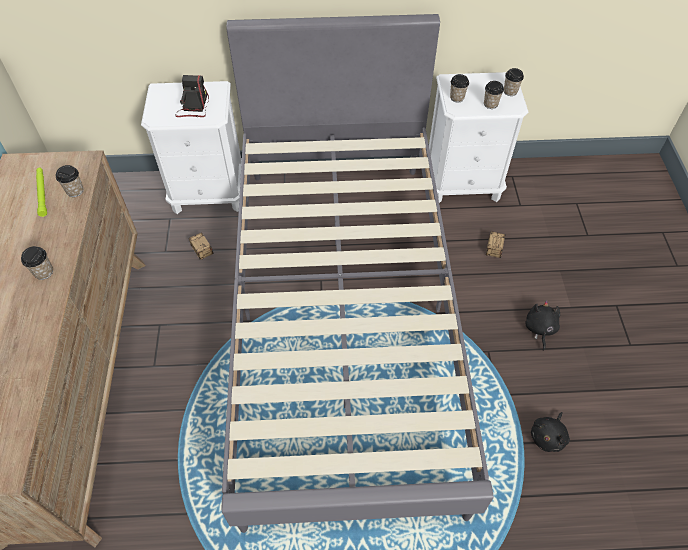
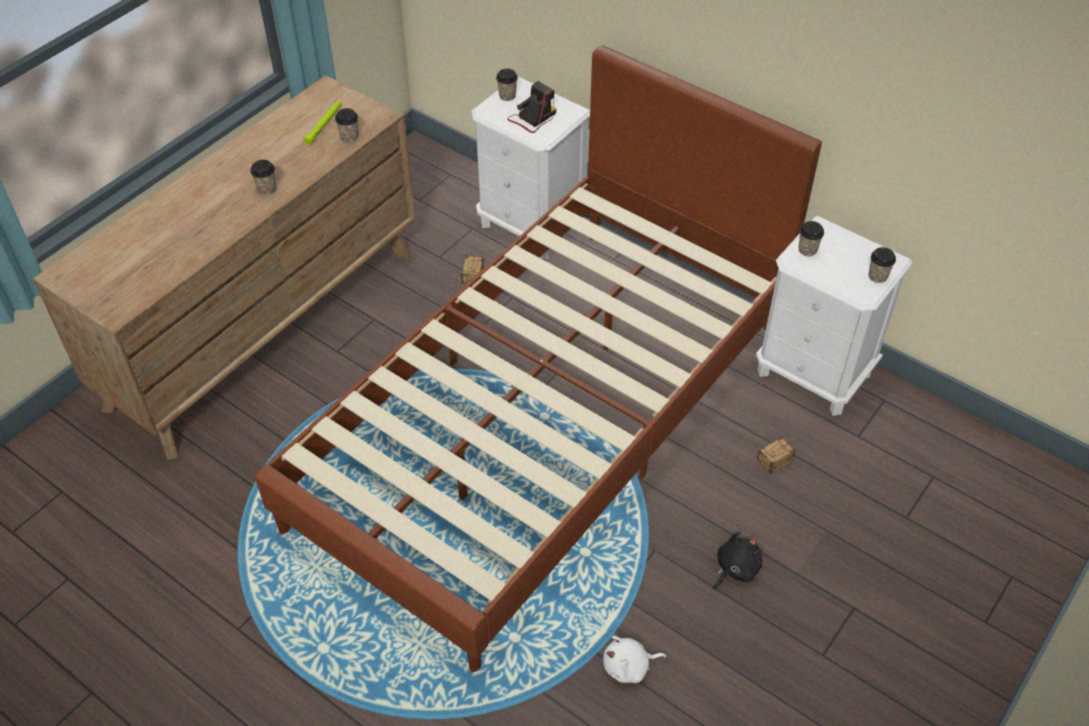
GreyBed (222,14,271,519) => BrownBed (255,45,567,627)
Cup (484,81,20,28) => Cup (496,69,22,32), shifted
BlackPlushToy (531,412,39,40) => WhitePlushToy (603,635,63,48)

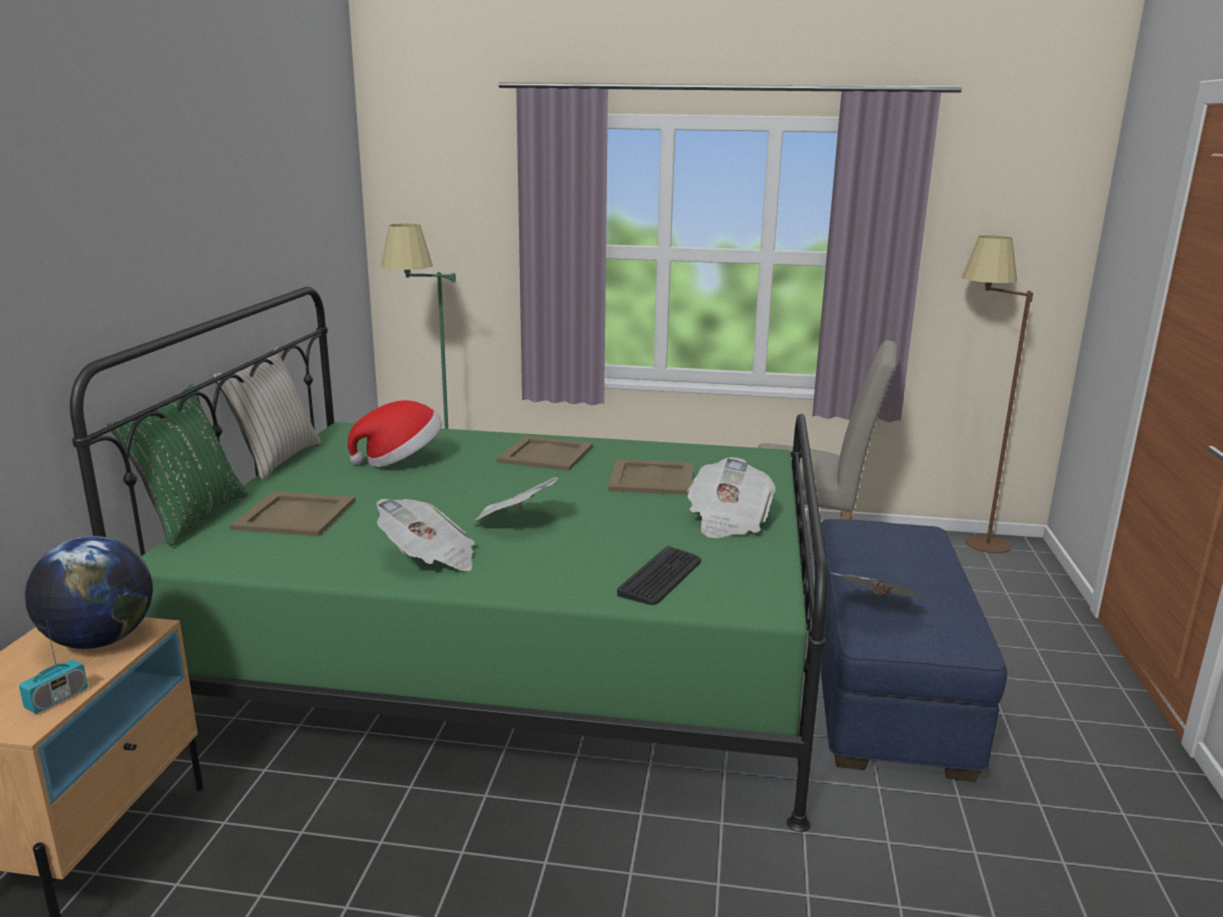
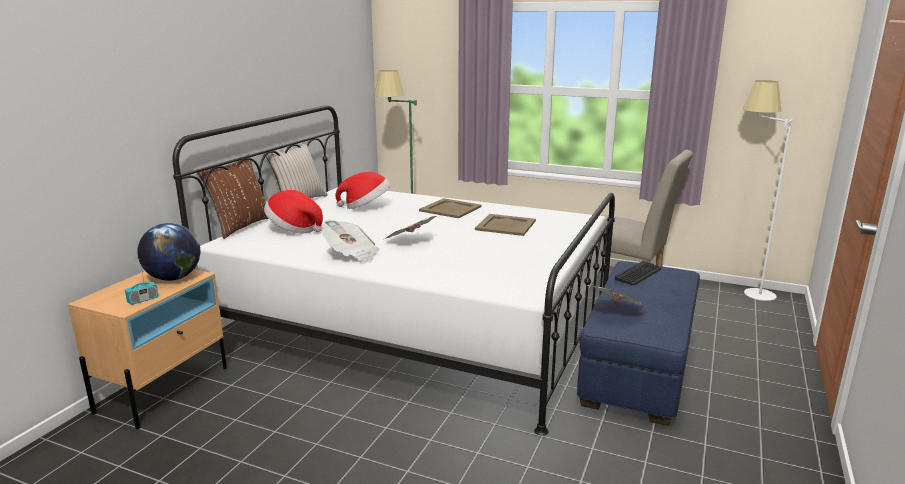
GreenBed (70,287,758,545) => WhiteBed (172,105,443,331)
GreenPillow (107,384,141,163) => BrownPillow (197,154,71,85)
BeigeTray (230,491,125,45) => Hat (264,190,59,44)
Keyboard (617,546,84,59) => Keyboard (615,261,46,24), shifted
Newspaper (686,457,90,81) => nothing
BrownFloorLamp (962,236,71,317) => WhiteFloorLamp (743,80,50,221)

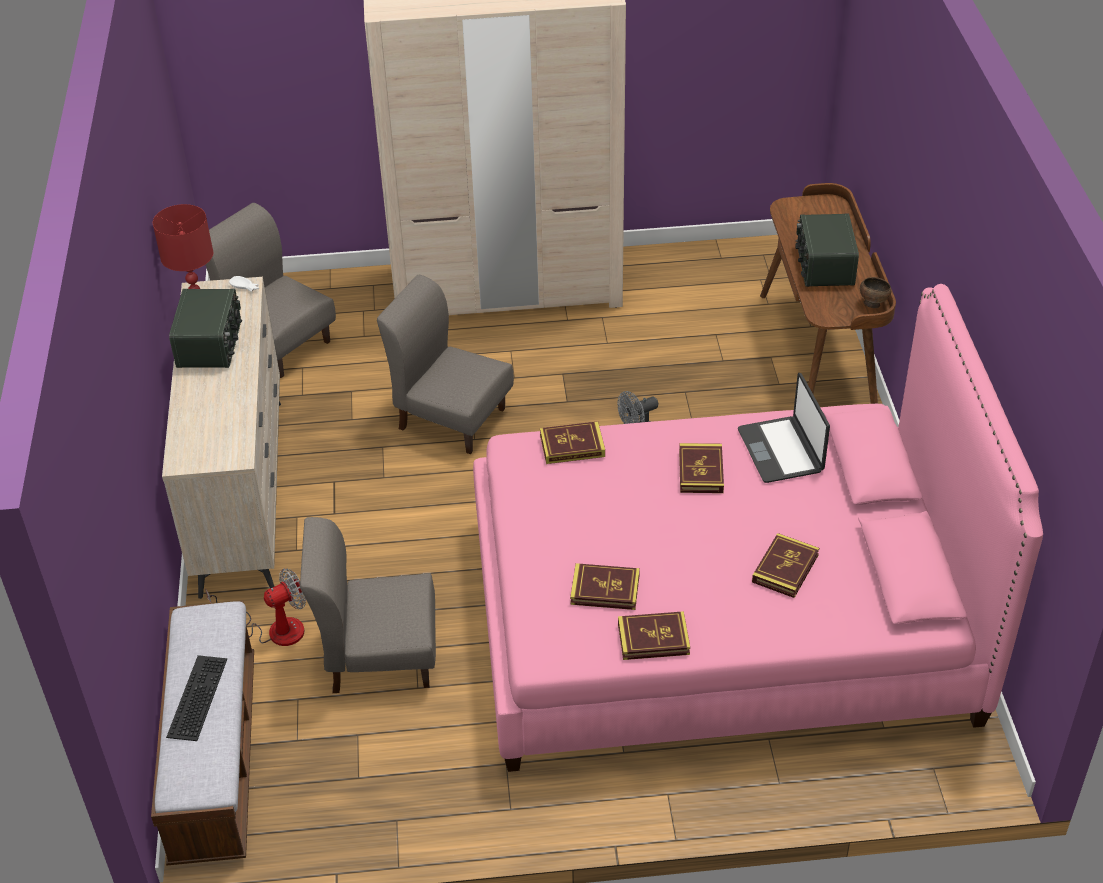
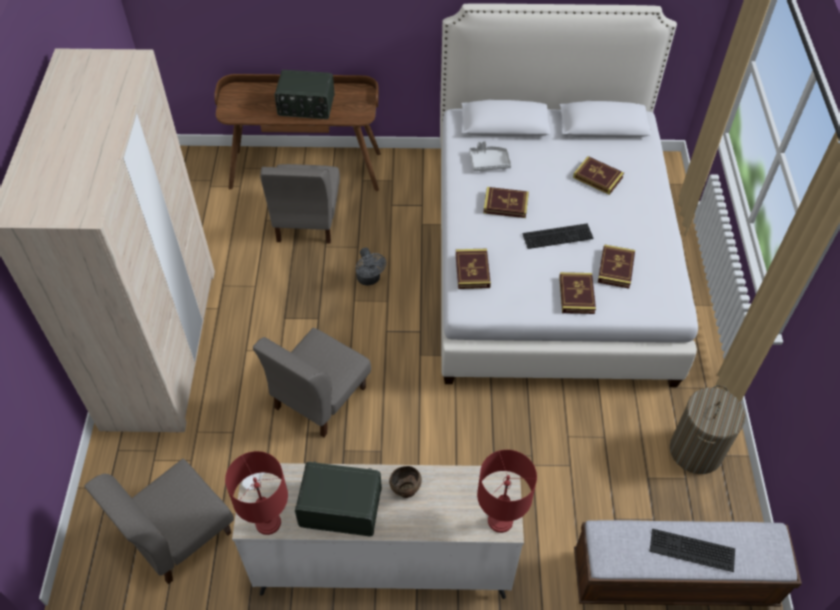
Fan (205,568,101,78) => nothing
GreyChair (300,517,136,176) => GreyChair (260,164,80,80), shifted
PinkBed (473,284,570,488) => WhiteBed (440,3,258,384)
Book (618,611,72,49) => Book (559,272,37,42), shifted
Laptop (738,373,92,110) => GreyTray (469,141,42,30)
BrownBowl (860,277,32,31) => BrownBowl (389,466,33,32), shifted
nothing => RedTableLamp (477,450,60,83)
nothing => Keyboard (522,223,72,26)
nothing => LaundryBasket (670,385,76,89)

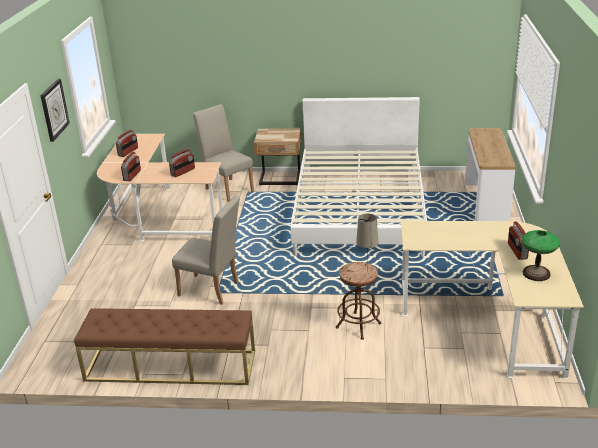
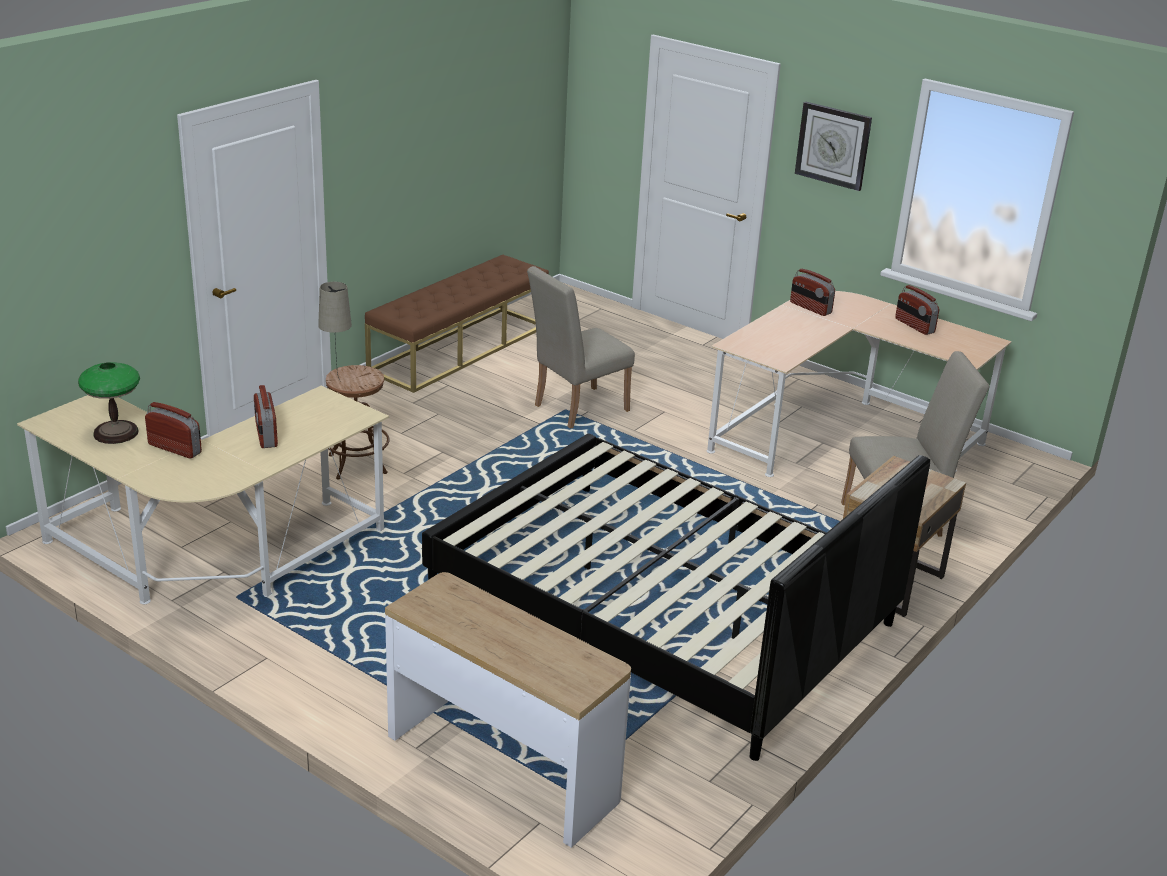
Radio (169,149,26,28) => Radio (254,385,24,63), shifted
WhiteBed (290,97,137,160) => BlackBed (422,434,508,327)

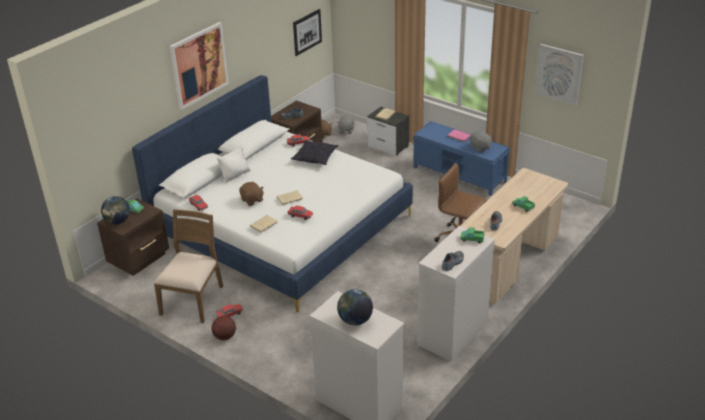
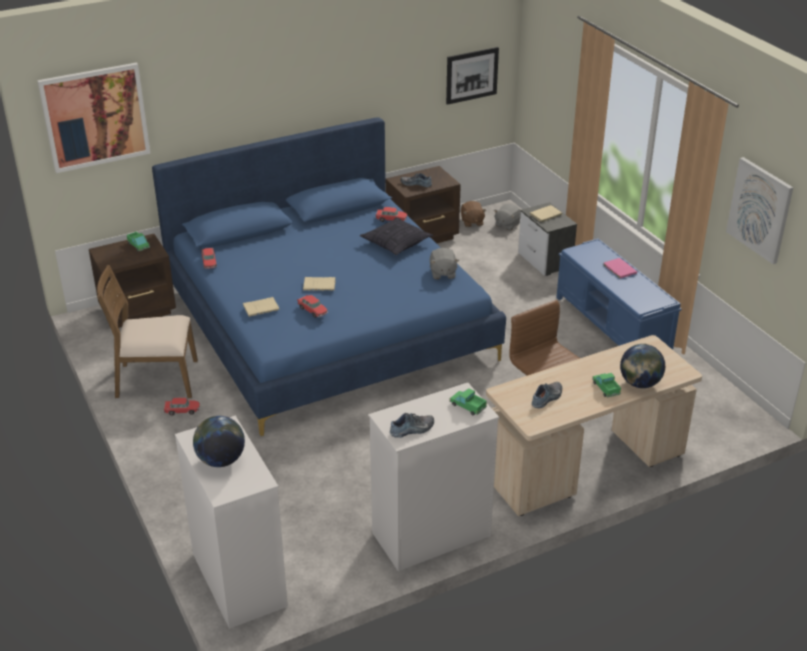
Globe (101,196,29,28) => Globe (620,344,45,44), shifted
WhiteBed (132,75,281,237) => BlueBed (152,117,354,319)
BrownChair (154,209,69,114) => BrownChair (97,265,101,133), 135 degrees counterclockwise
Picture (170,22,59,88) => Picture (37,63,113,110), shifted
Basketball (212,316,24,24) => nothing
WhitePillow (217,145,33,38) => nothing
BrownPlushToy (239,182,25,24) => nothing
GreyPlushToy (470,131,23,21) => GreyPlushToy (430,248,29,31), shifted

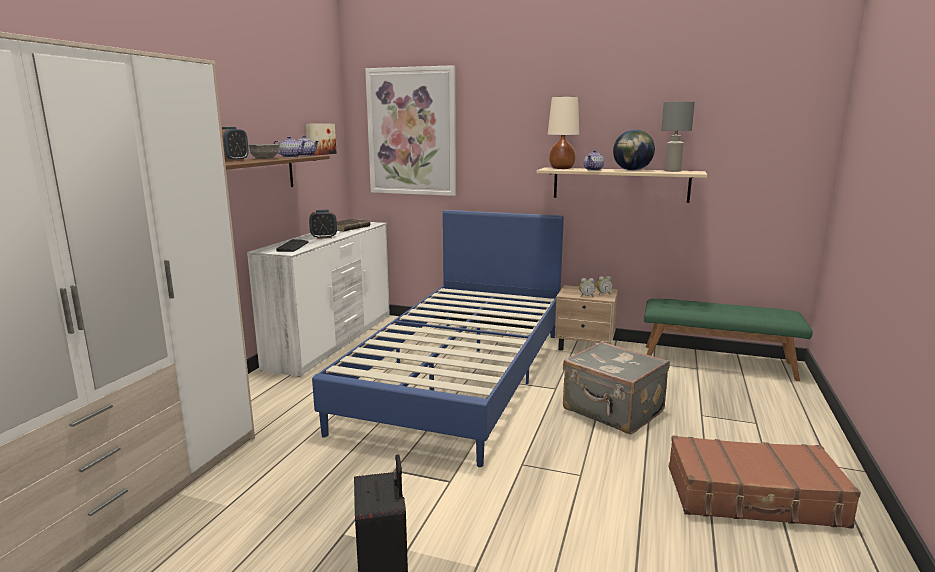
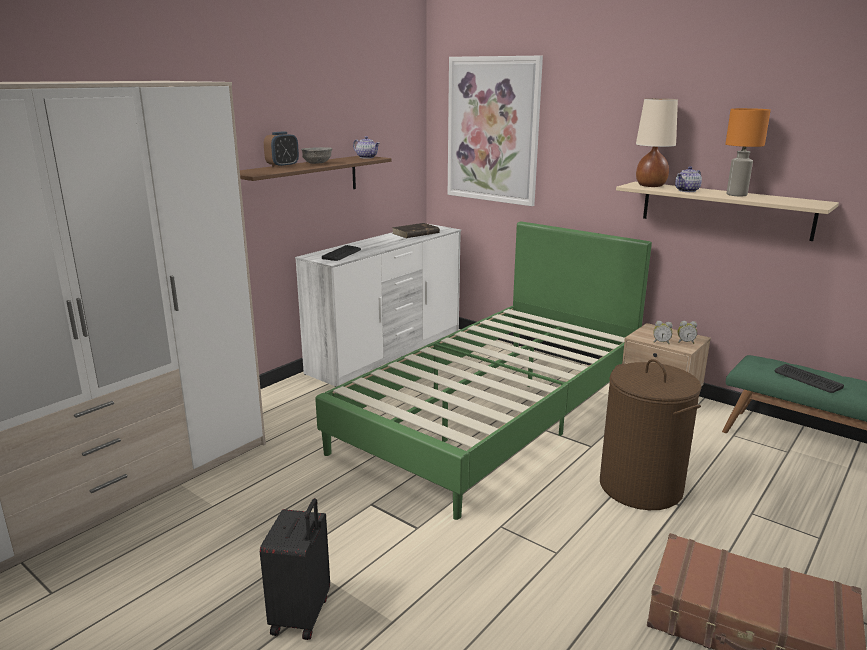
Teapot (273,136,34,22) => nothing
Picture (306,124,31,31) => nothing
AlarmClock (309,210,28,29) => nothing
BlueBed (312,210,252,257) => GreenBed (315,221,337,299)
GreySuitcase (563,341,107,93) => BrownLaundryBasket (600,359,102,151)
Globe (613,130,42,41) => OrangeTableLamp (725,108,46,88)
GreyTableLamp (661,101,34,71) => nothing
nothing => Keyboard (774,364,70,29)

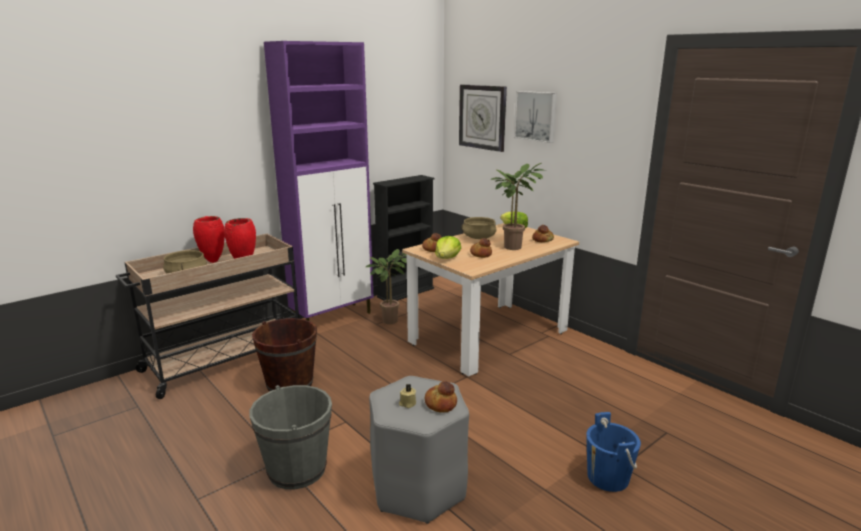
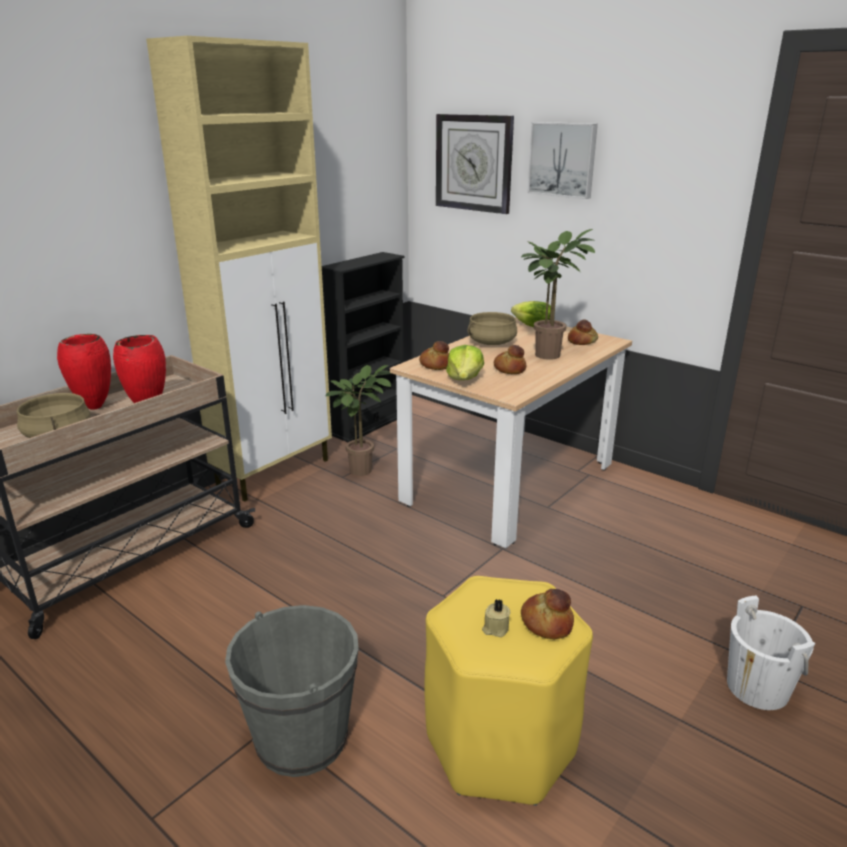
BrownBucket (252,318,65,74) => nothing
PurpleCabinet (264,41,110,280) => BeigeCabinet (146,36,186,465)
GreyStool (369,376,100,148) => YellowStool (424,576,169,230)
BlueBucket (586,412,55,80) => WhiteBucket (727,596,88,114)

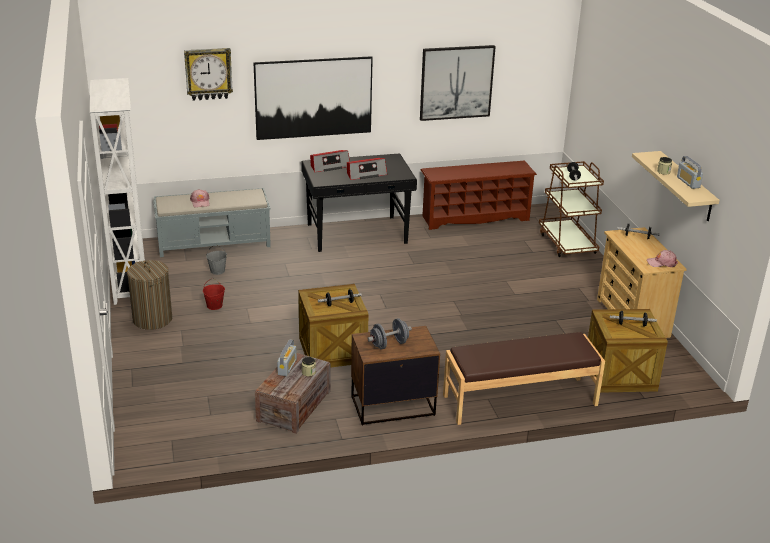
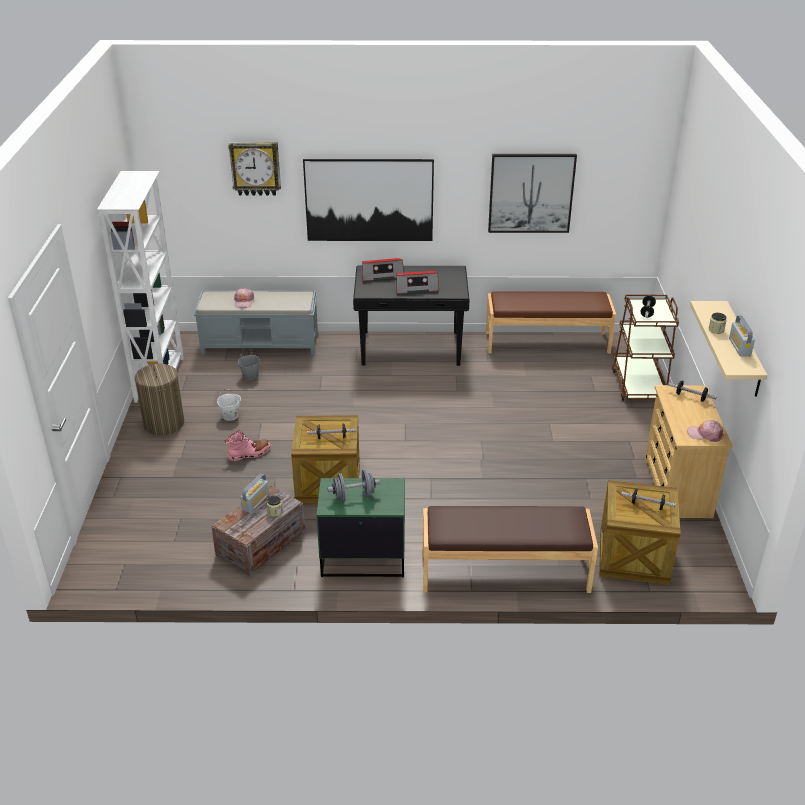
RedBucket (203,278,22,32) => WhiteBucket (217,389,24,32)
BrownNightstand (351,326,89,99) => GreenNightstand (316,478,89,99)
BrownShoeRack (421,161,116,69) => BrownBench (486,291,130,63)
nothing => PinkBoot (224,430,47,31)

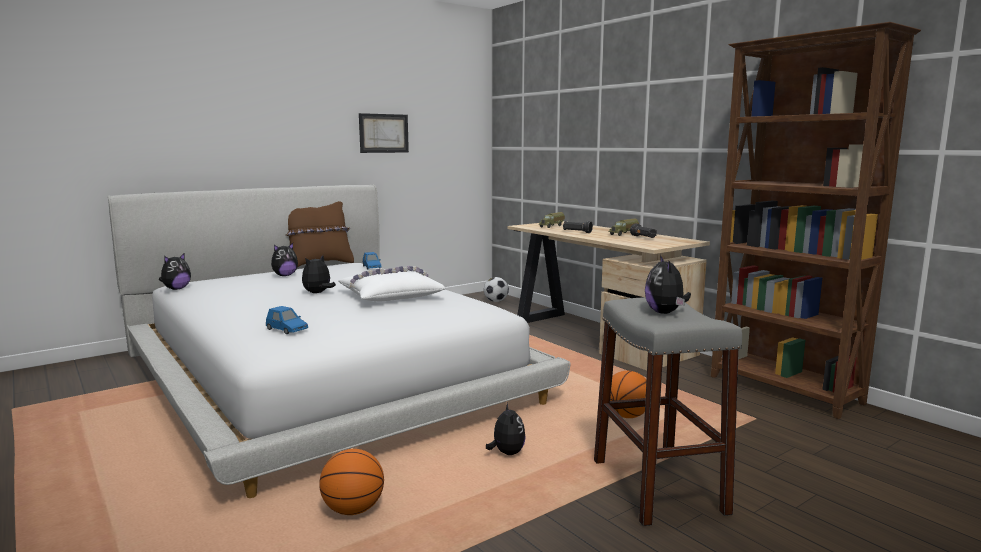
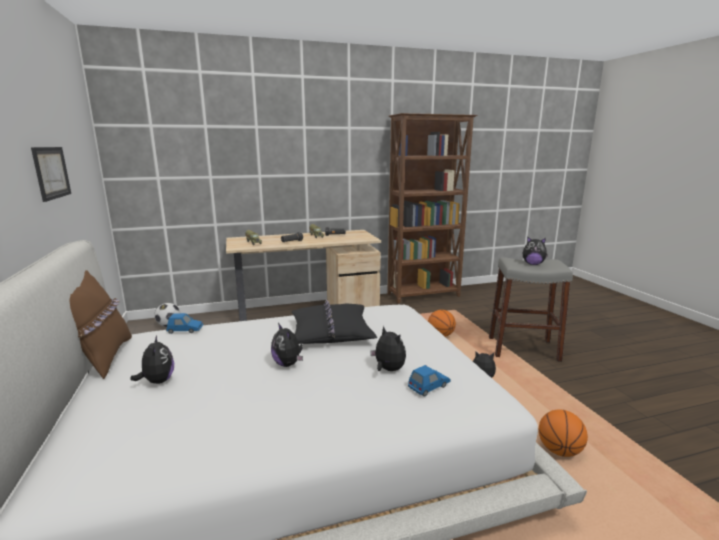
PlushToy (159,254,32,36) => PlushToy (370,326,36,45), shifted
WhitePillow (338,266,107,35) => BlackPillow (292,300,85,44)

